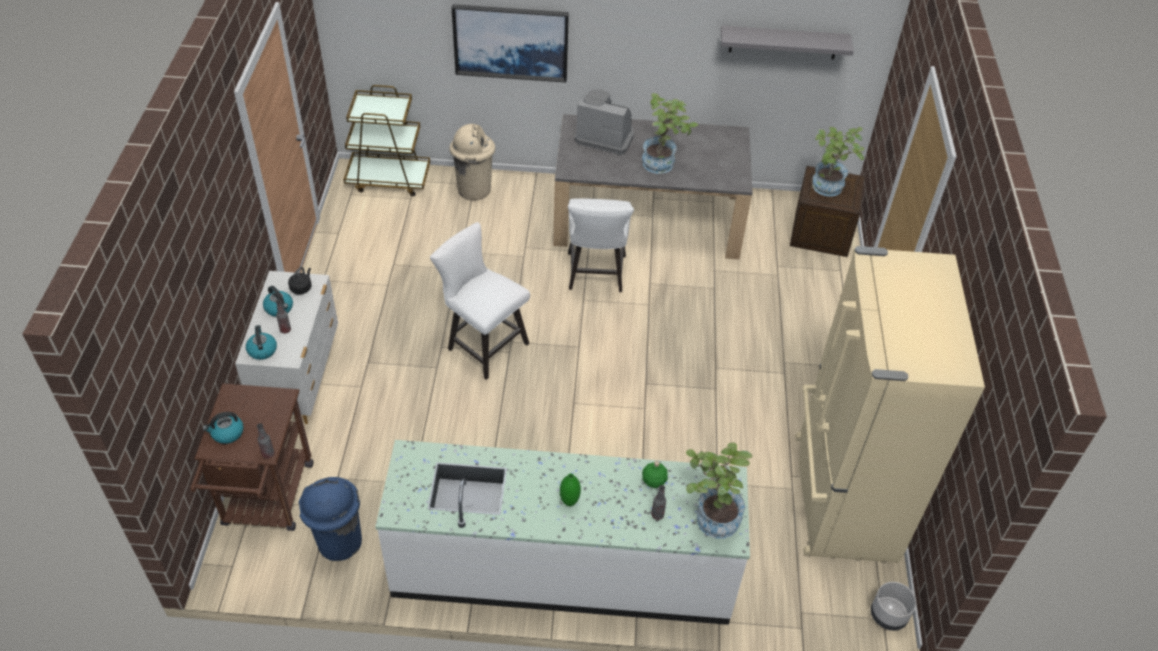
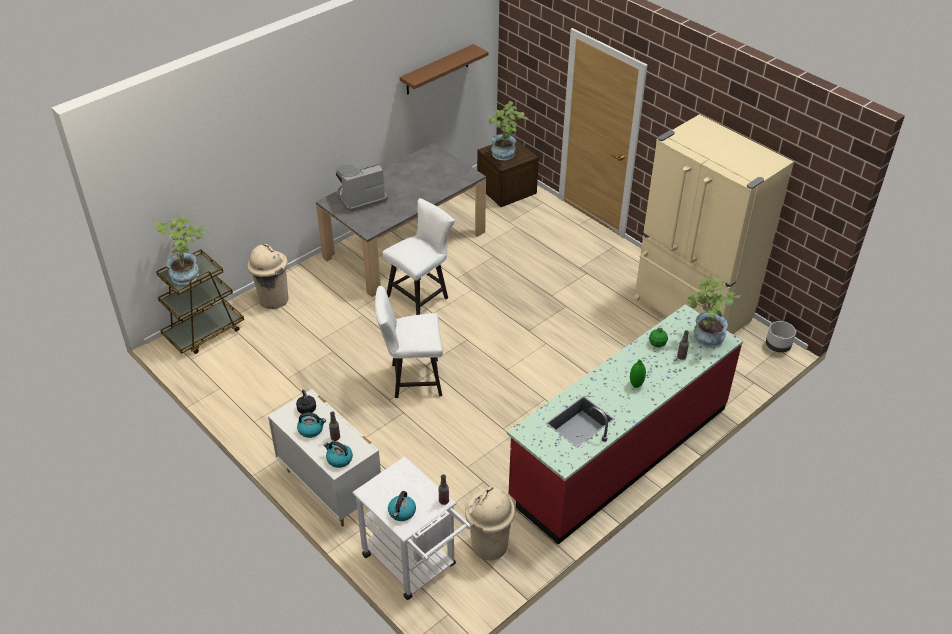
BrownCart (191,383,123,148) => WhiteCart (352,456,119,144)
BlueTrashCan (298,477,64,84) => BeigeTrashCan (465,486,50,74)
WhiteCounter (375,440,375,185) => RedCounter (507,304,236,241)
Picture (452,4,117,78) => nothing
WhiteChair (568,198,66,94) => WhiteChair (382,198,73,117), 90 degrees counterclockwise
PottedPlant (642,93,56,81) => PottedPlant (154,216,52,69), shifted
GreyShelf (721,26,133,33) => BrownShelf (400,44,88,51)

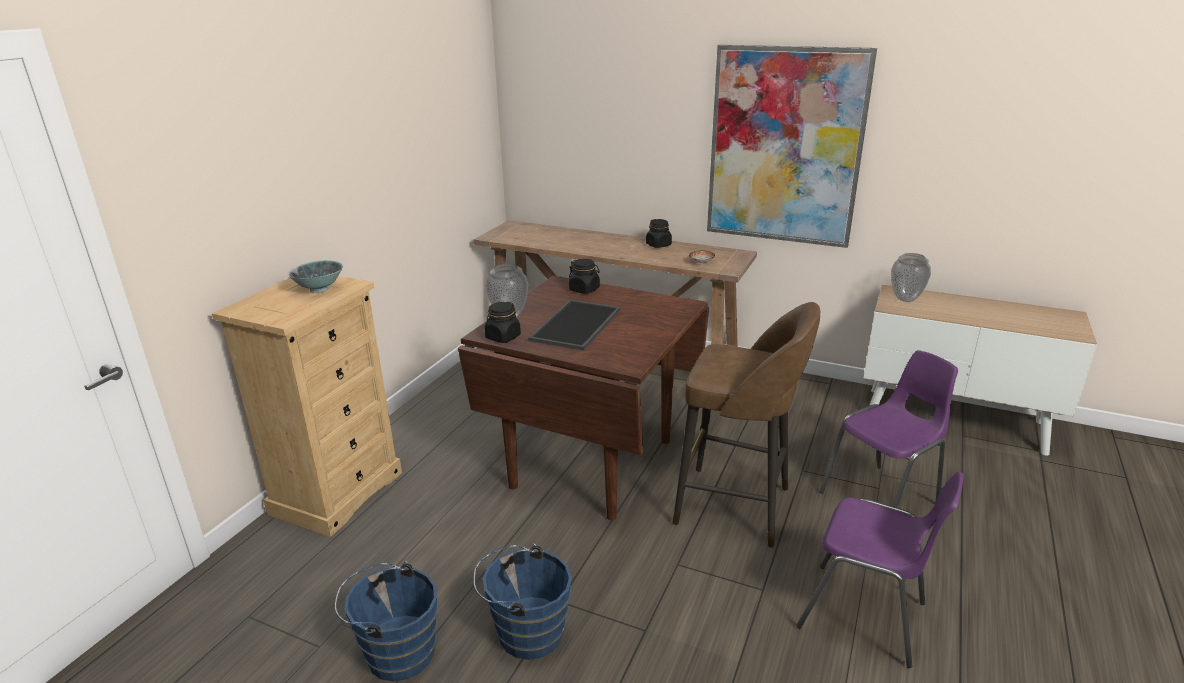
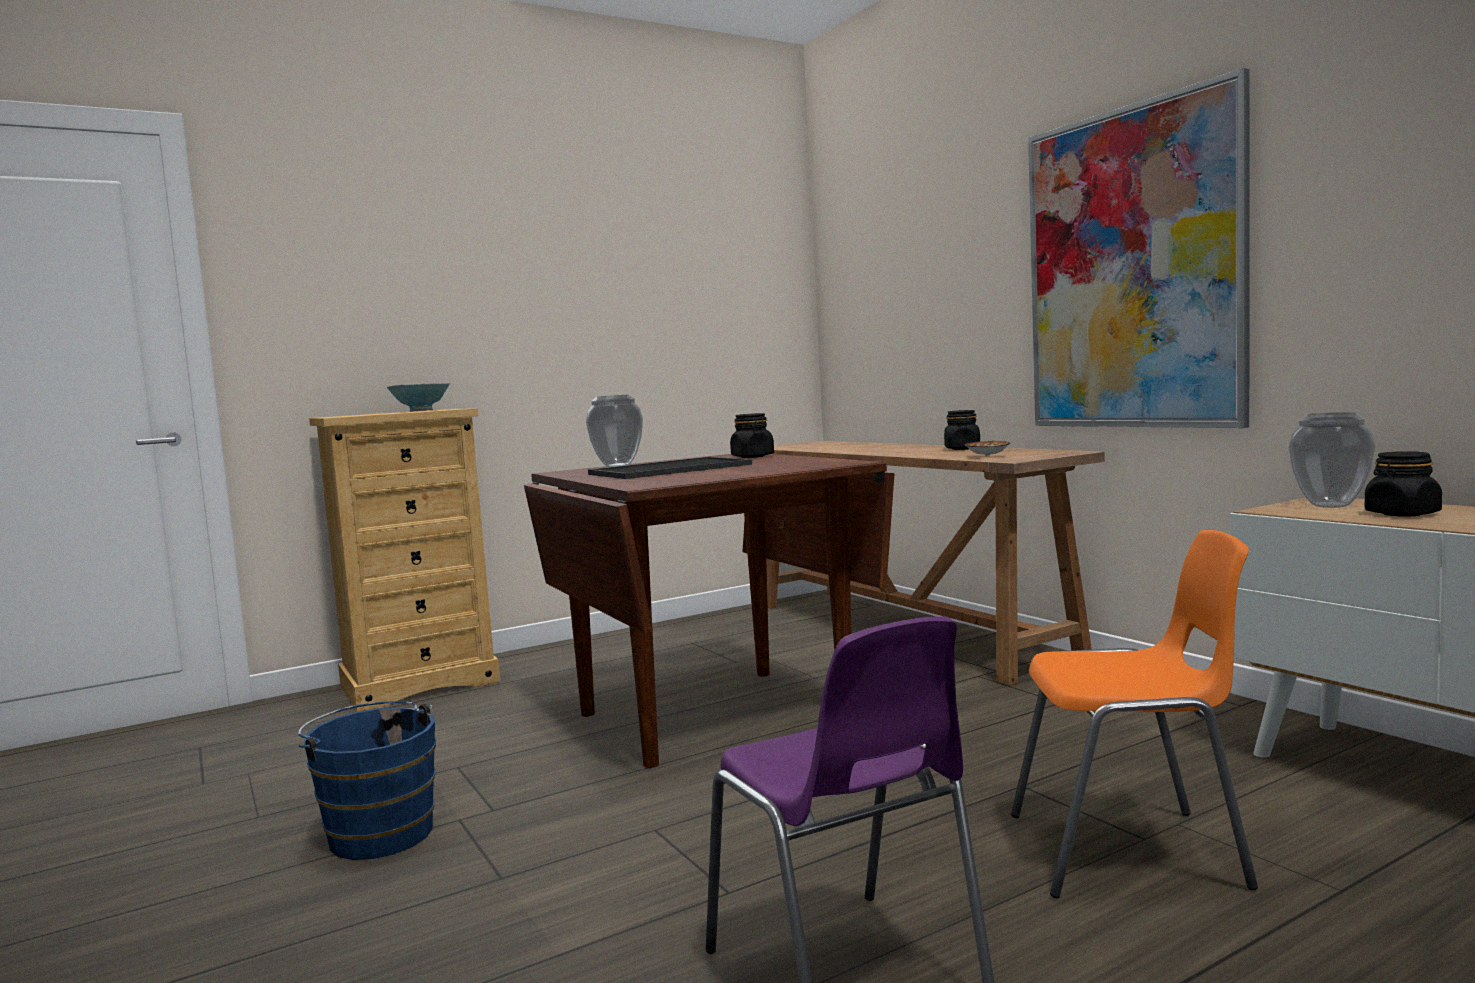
BlueBucket (335,561,103,120) => nothing
BlackJar (485,302,36,41) => BlackJar (1365,451,77,65), shifted
BrownStool (672,302,148,246) => nothing
PurpleChair (820,350,138,158) => OrangeChair (1011,530,247,368)

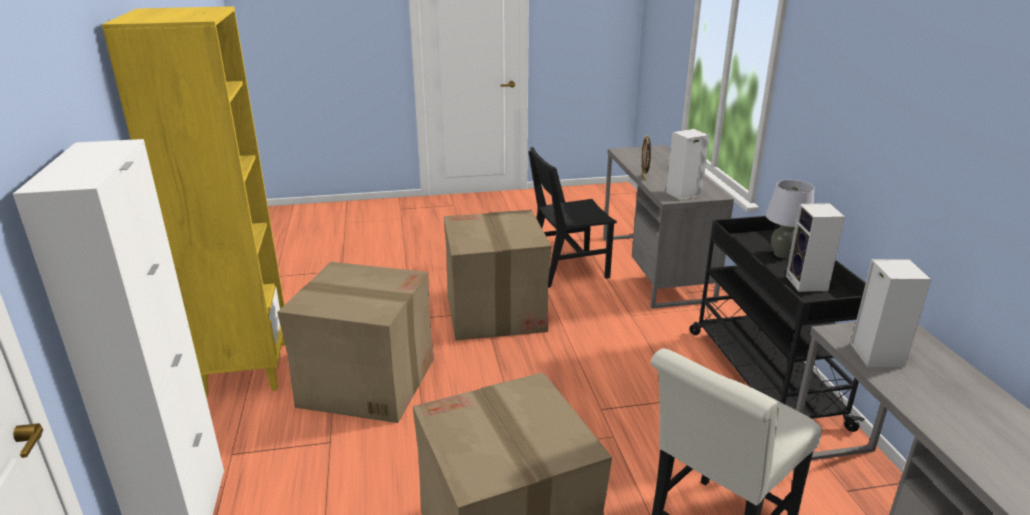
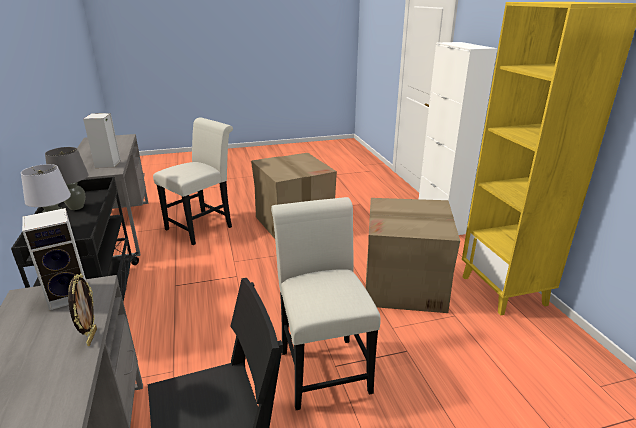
CardboardBox (444,210,107,131) => WhiteChair (271,197,110,213)
Speaker (786,203,59,89) => GreyTableLamp (45,147,44,63)

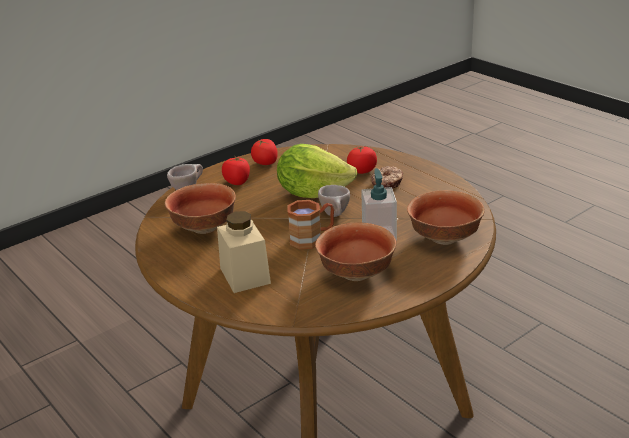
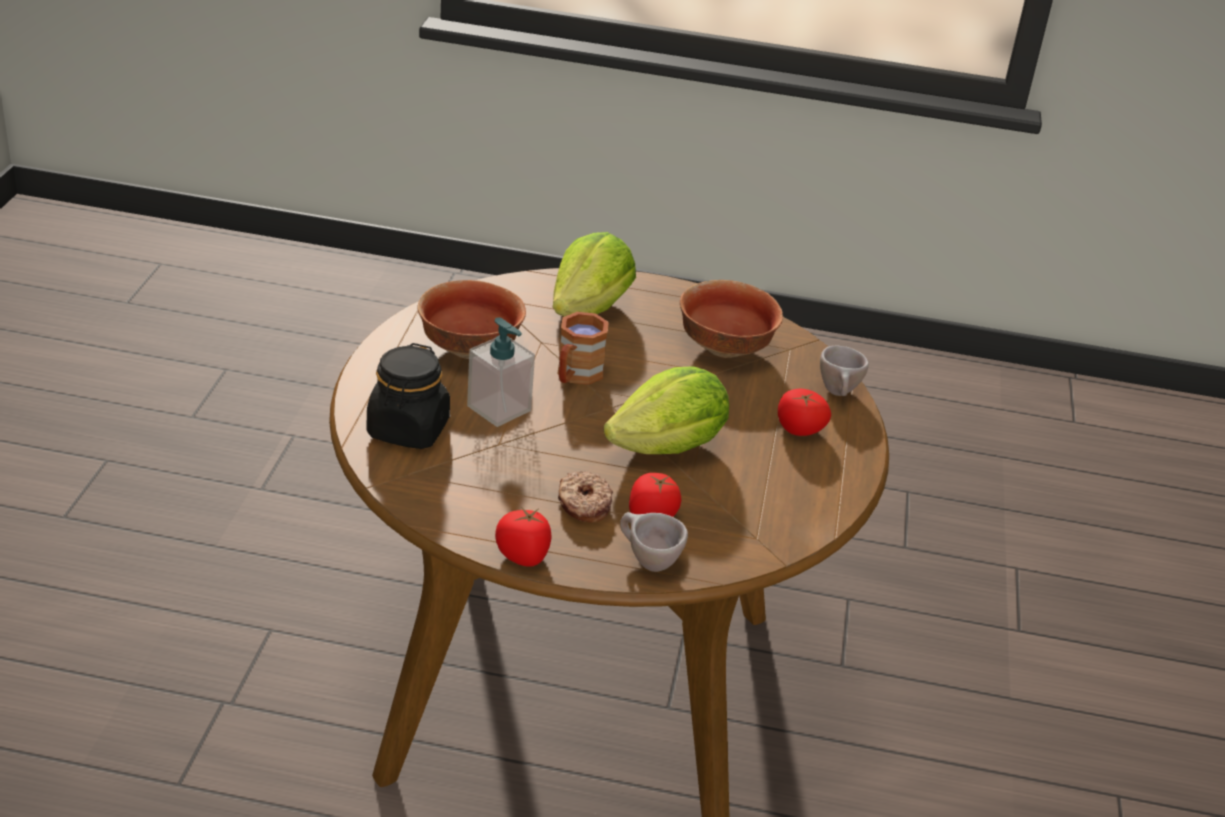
BeigeJar (217,211,54,82) => Lettuce (553,232,83,85)
Tomato (251,139,27,26) => Tomato (495,507,57,60), shifted
BeigeCup (318,185,32,32) => BeigeCup (620,512,68,60), shifted
Bowl (407,190,78,55) => BlackJar (367,343,83,106)

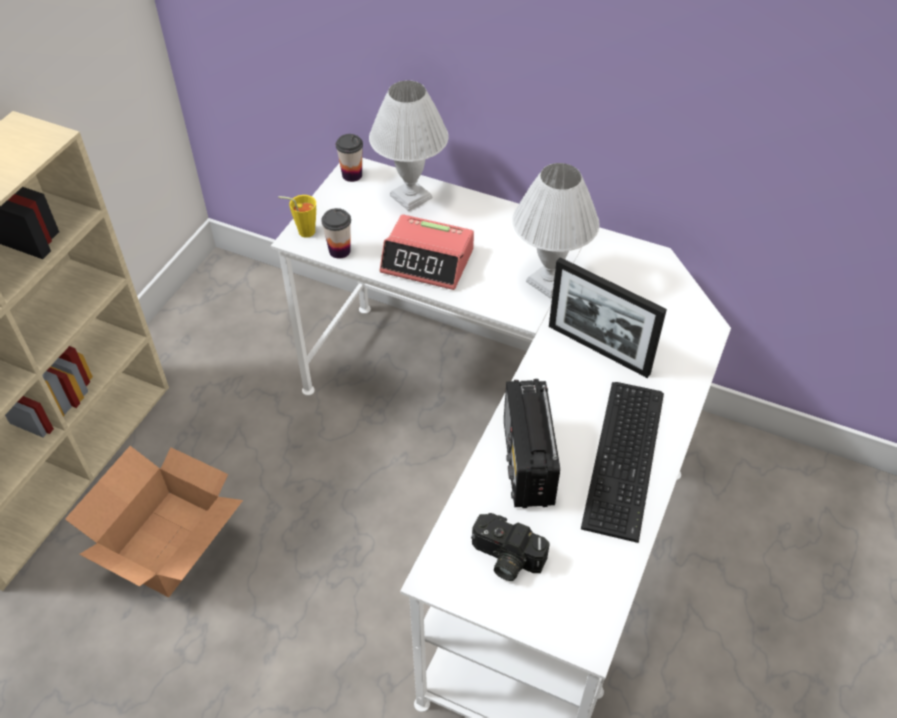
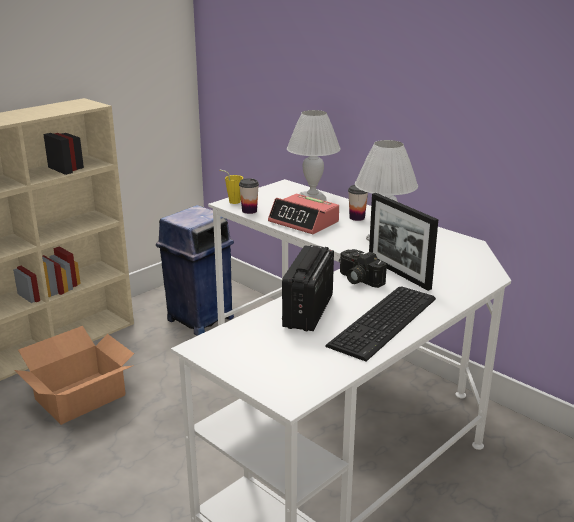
Cup (336,134,27,48) => Cup (348,185,20,36), shifted
PhotoCamera (471,513,79,68) => PhotoCamera (339,249,48,39), shifted
nothing => BlueTrashCan (156,205,78,131)

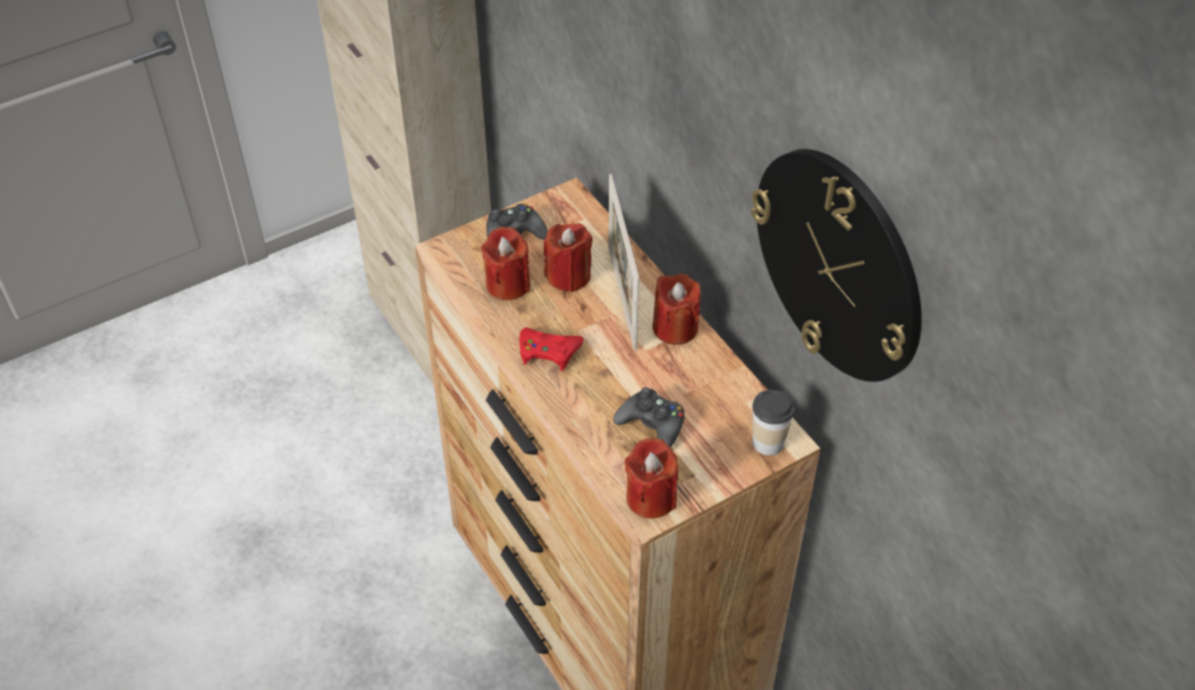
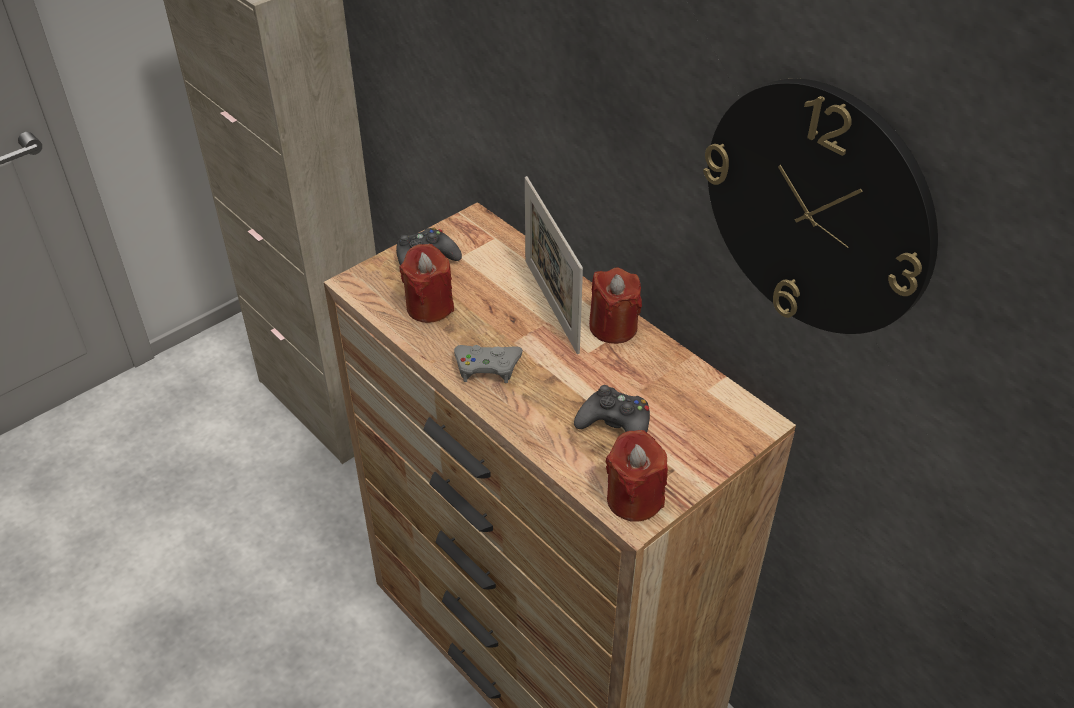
RedGameController (519,327,65,44) => GreyGameController (454,345,69,38)
RedCandle (544,223,49,69) => nothing
Cup (752,390,43,65) => nothing

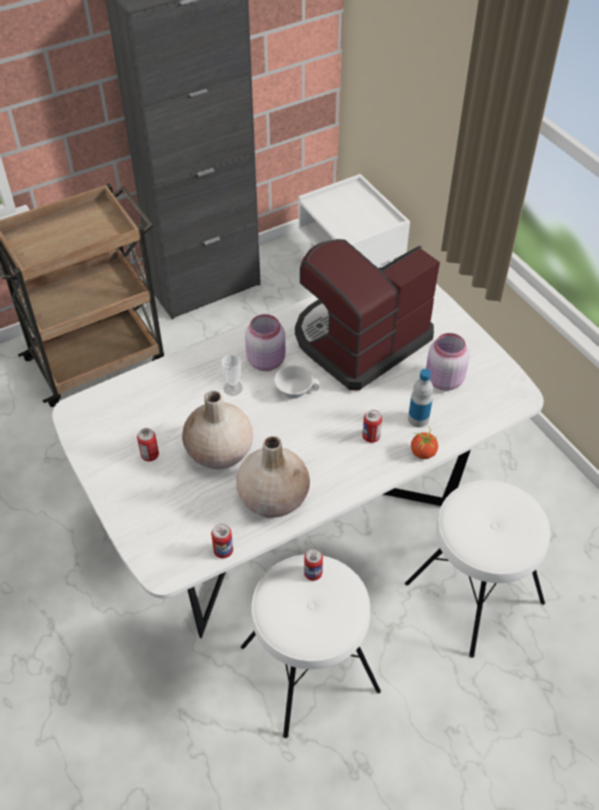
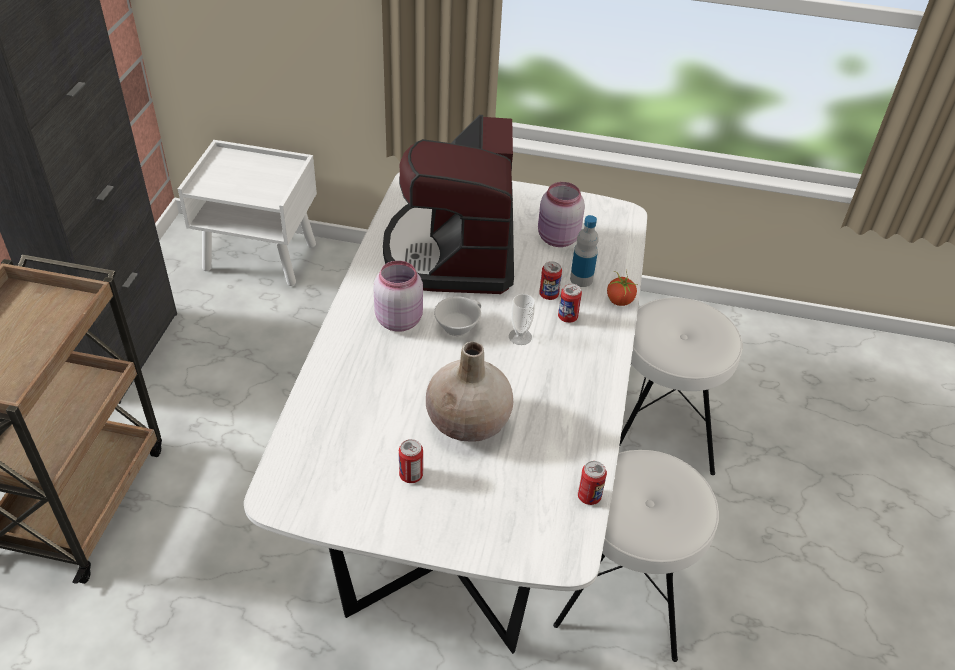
Cup (221,355,22,41) => Cup (509,294,26,51), shifted
BeigeVase (236,436,74,82) => nothing
Can (304,549,19,32) => Can (539,261,23,39), shifted

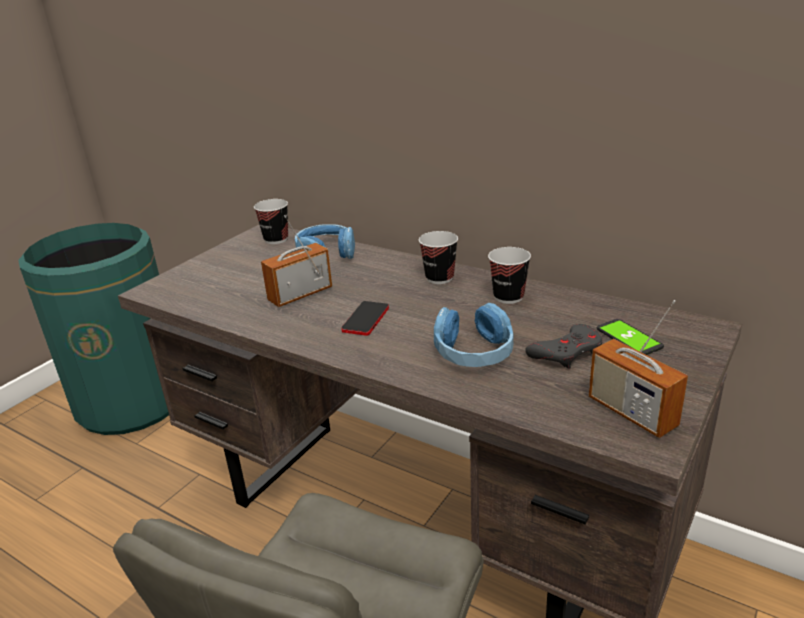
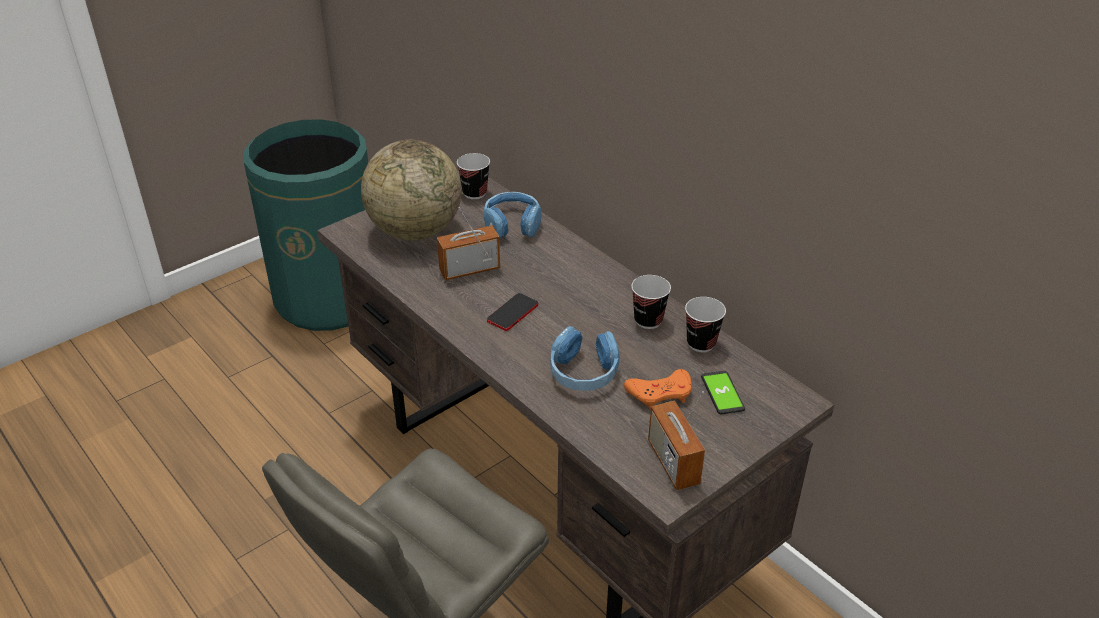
Cup (419,231,39,53) => Cup (685,297,41,55), shifted
GreyGameController (525,324,77,45) => OrangeGameController (624,369,68,41)
nothing => Globe (361,140,101,101)

